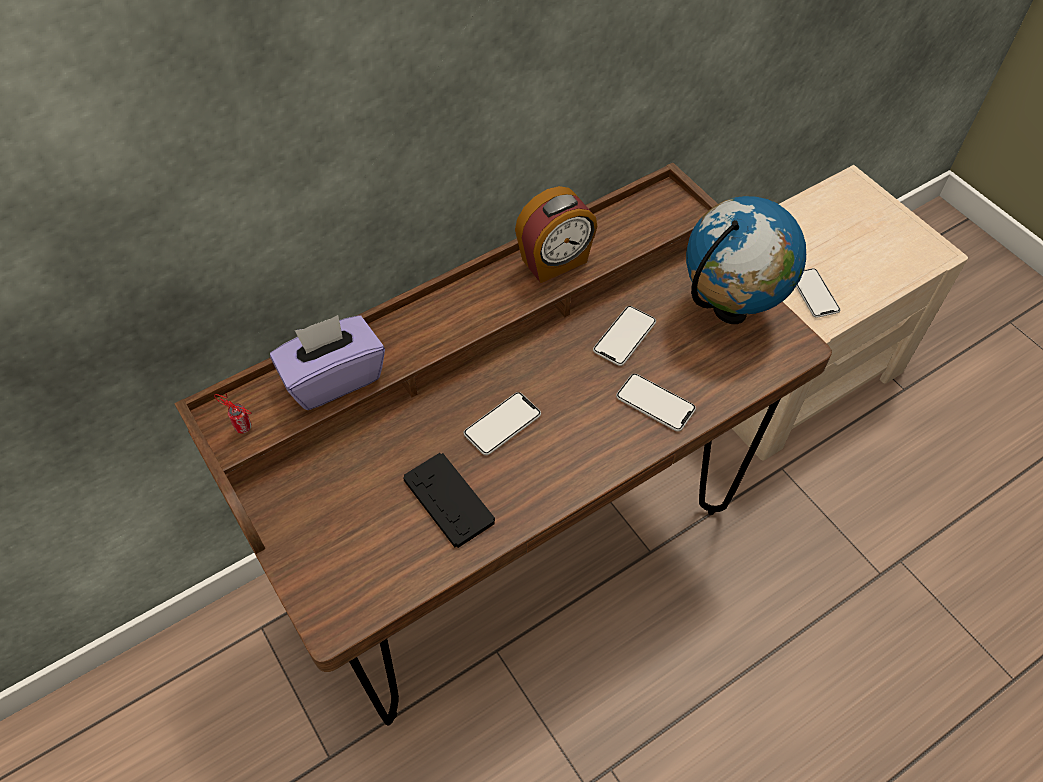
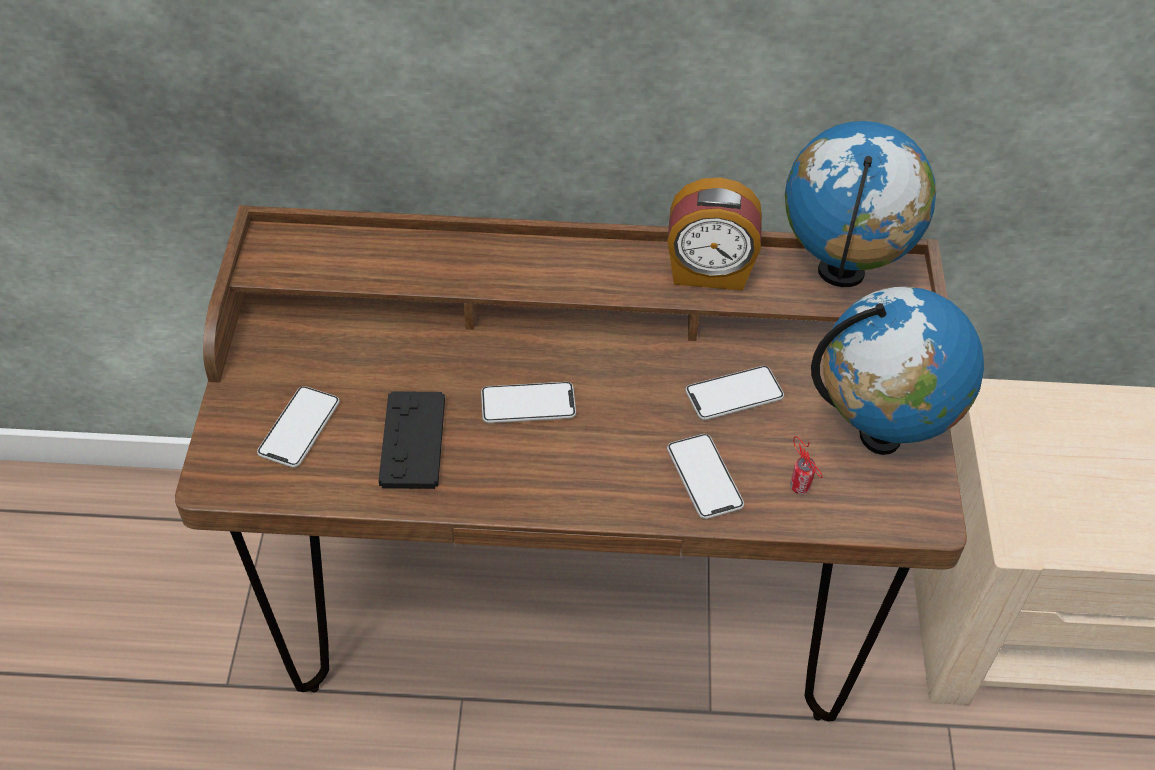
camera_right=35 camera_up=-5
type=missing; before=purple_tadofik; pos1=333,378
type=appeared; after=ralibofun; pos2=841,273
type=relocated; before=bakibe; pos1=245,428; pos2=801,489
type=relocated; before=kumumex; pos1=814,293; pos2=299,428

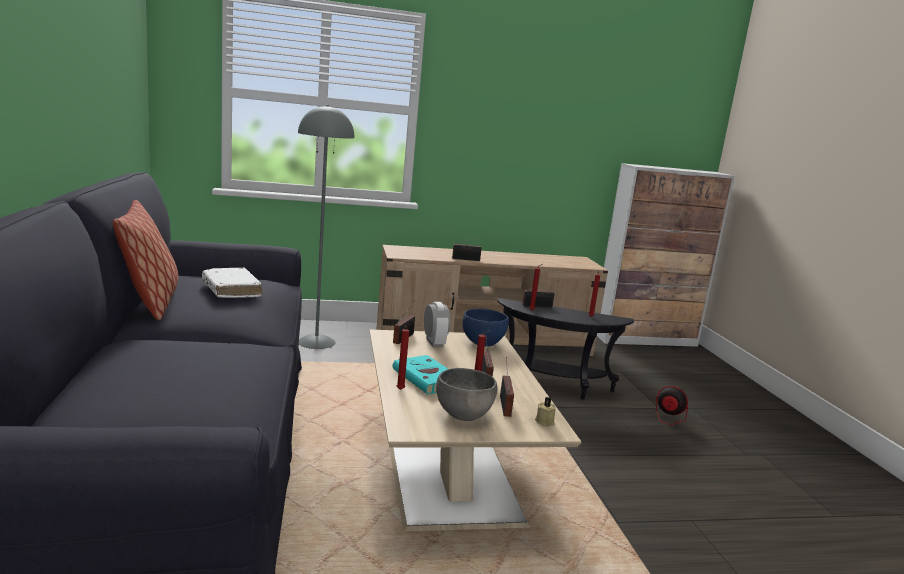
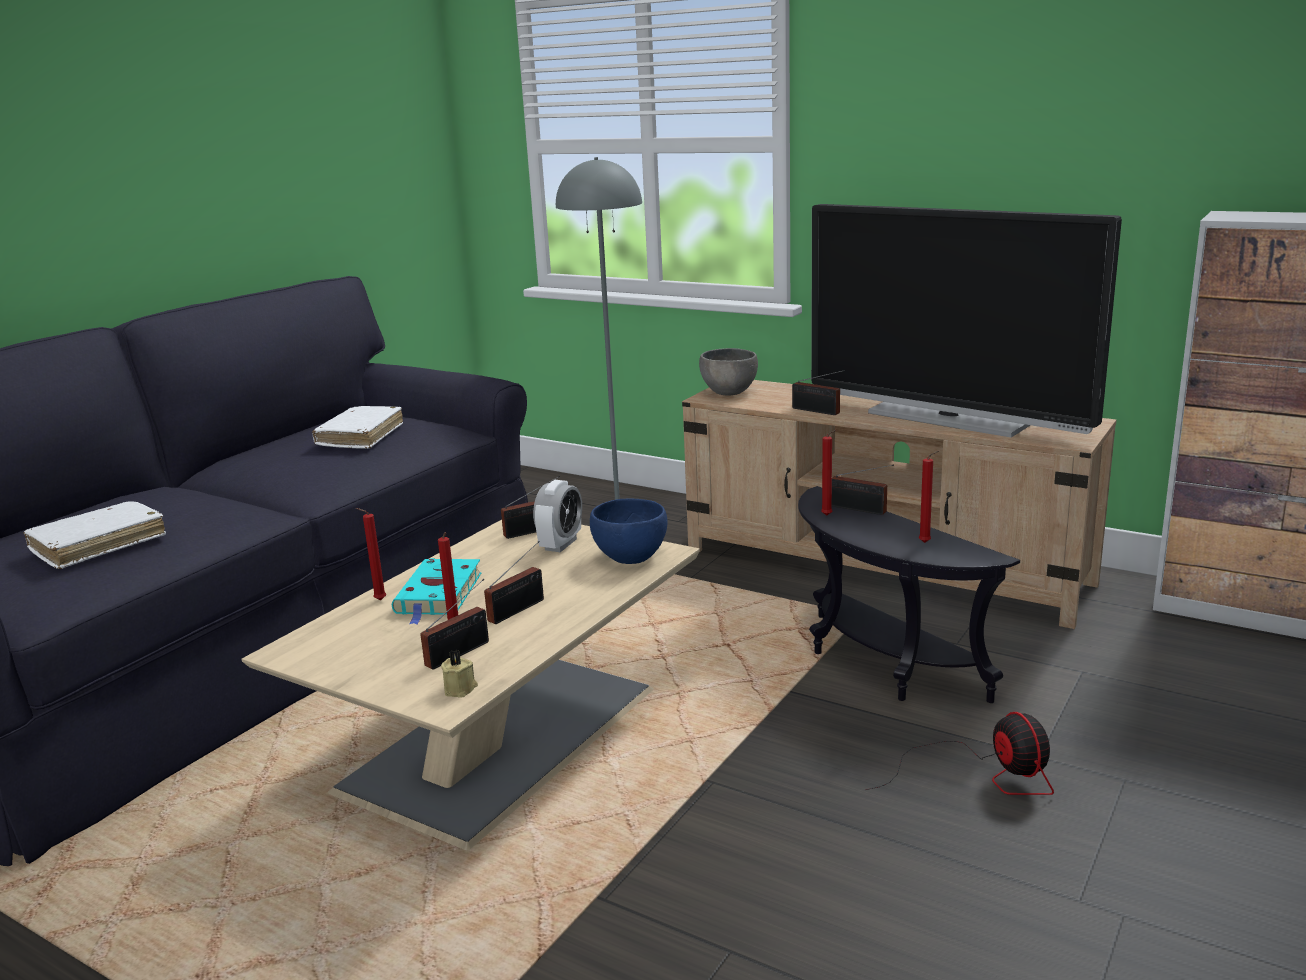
camera_right=45 camera_up=5
type=missing; before=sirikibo; pos1=150,305
type=appeared; after=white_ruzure; pos2=99,545
type=appeared; after=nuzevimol; pos2=947,418
type=relocated; before=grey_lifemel; pos1=464,415; pos2=729,392

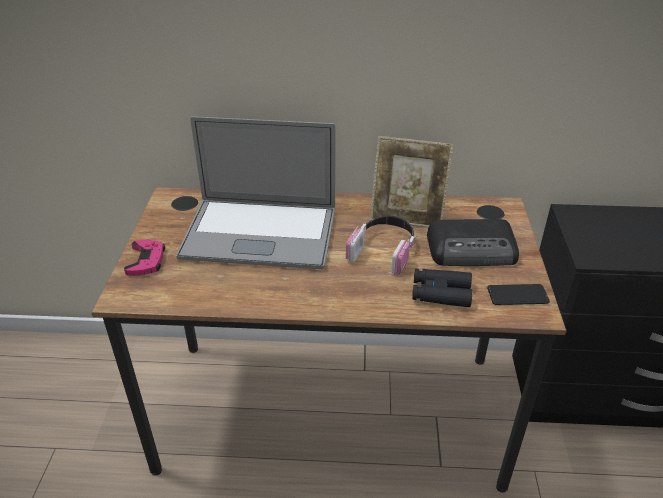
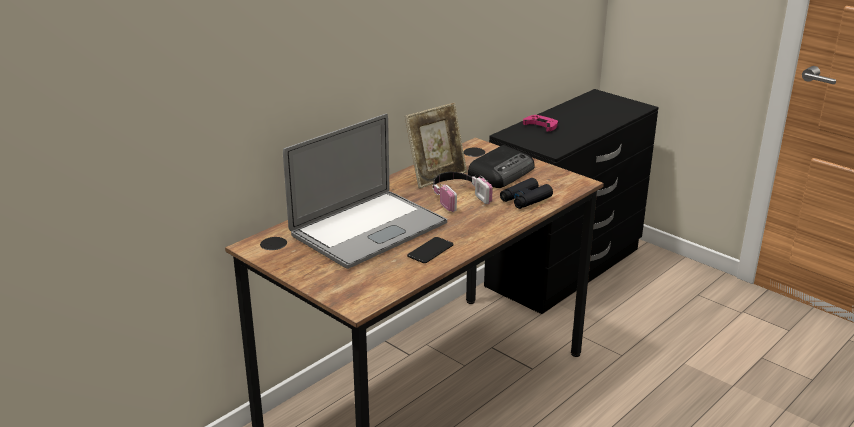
camera_right=-50 camera_up=-10
type=relocated; before=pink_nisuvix; pos1=146,261; pos2=541,125
type=relocated; before=kumumex; pos1=517,295; pos2=430,251

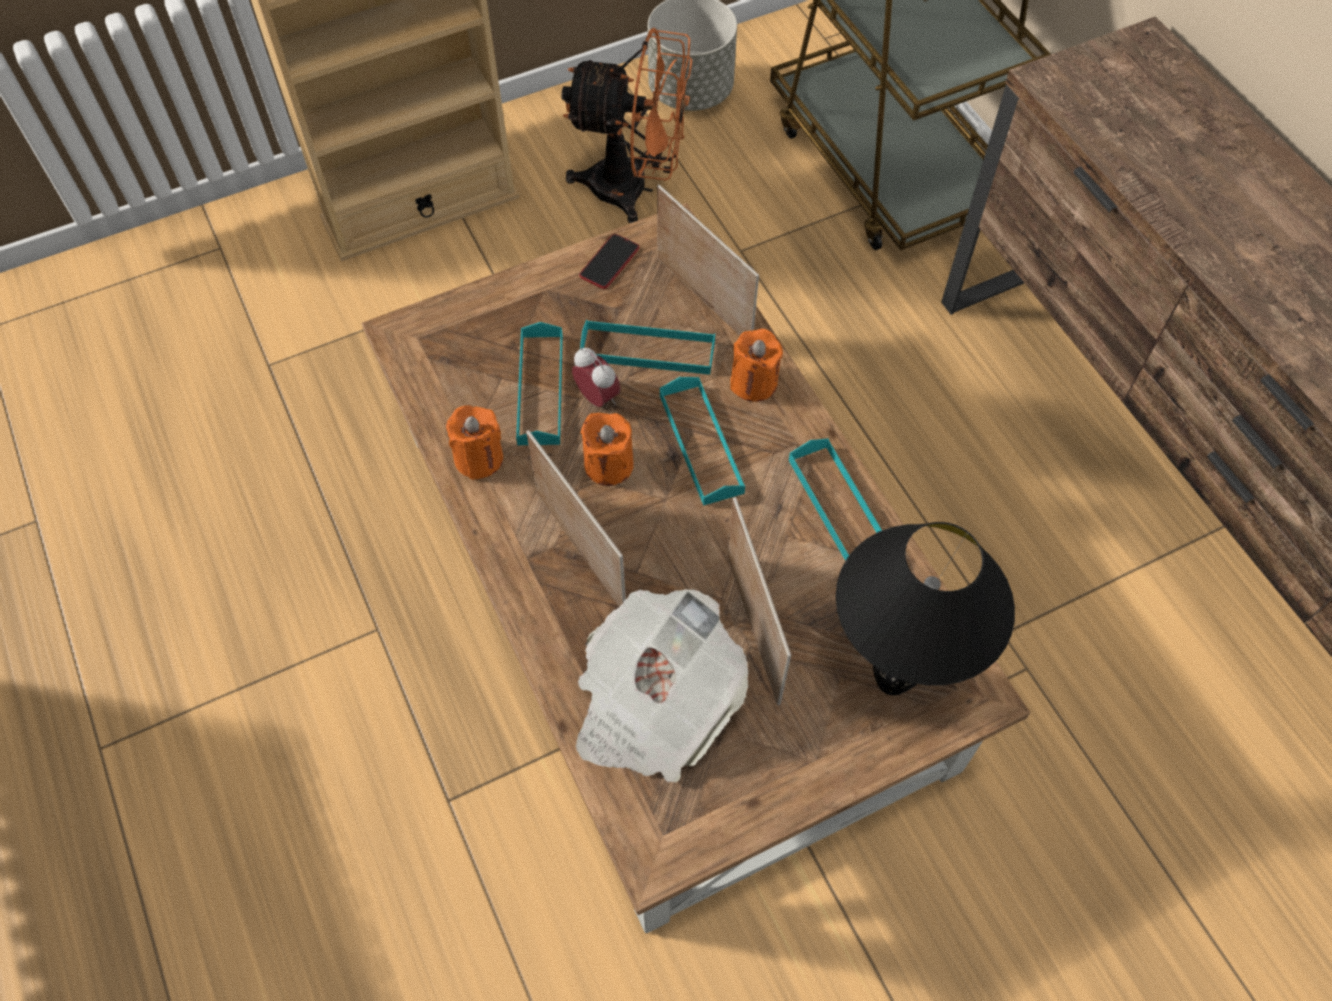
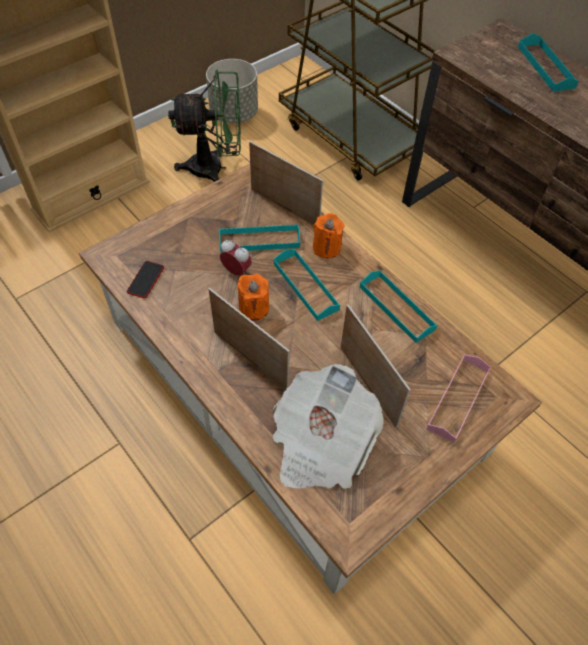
camera_right=-15 camera_up=-5
type=missing; before=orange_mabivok; pos1=479,458
type=relocated; before=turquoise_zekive; pos1=540,389; pos2=545,67
type=relocated; before=kumumex; pos1=609,262; pos2=146,280
type=exchanged; before=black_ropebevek; after=pink_zekive; pos1=892,679; pos2=458,399
type=colour; before=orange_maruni; after=green_maruni; pos1=634,189; pos2=215,168

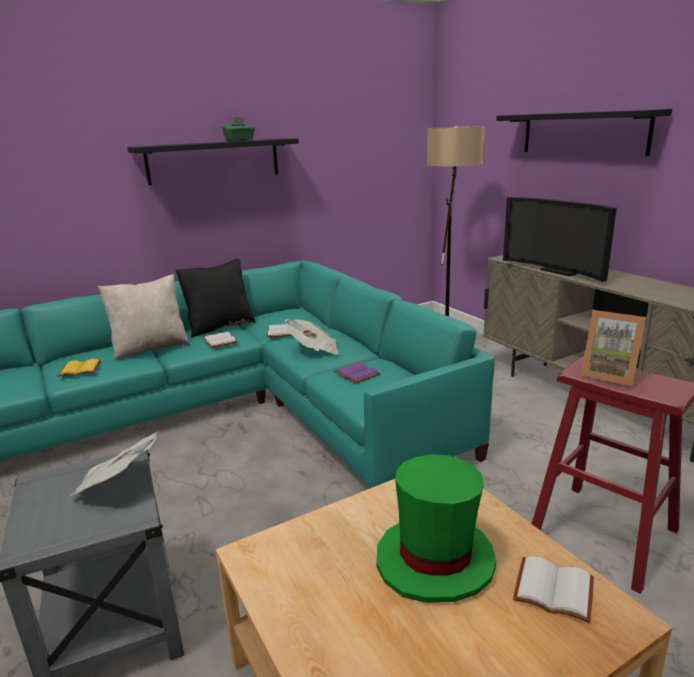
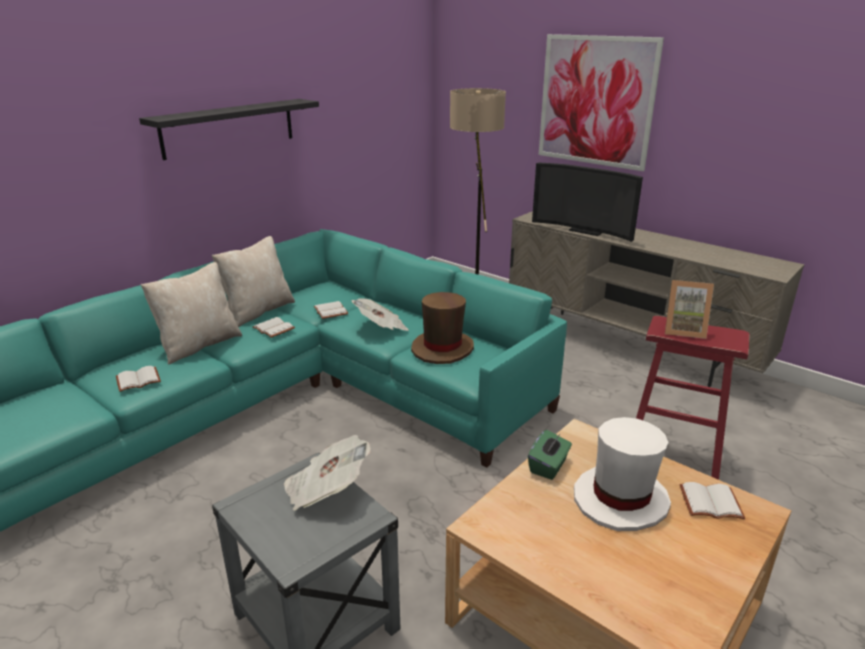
camera_right=-20 camera_up=5
type=relocated; before=green_tadofik; pos1=239,140; pos2=548,466
type=exchanged; before=purple_ruzure; after=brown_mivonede; pos1=358,374; pos2=442,348
type=exchanged; before=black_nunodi; after=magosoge; pos1=583,133; pos2=596,101
type=colour; before=yellow_ruzure; after=white_ruzure; pos1=81,369; pos2=139,379
type=colour; before=black_sirikibo; after=beige_sirikibo; pos1=220,326; pos2=258,311
type=colour; before=green_mivonede; after=white_mivonede; pos1=435,560; pos2=621,499

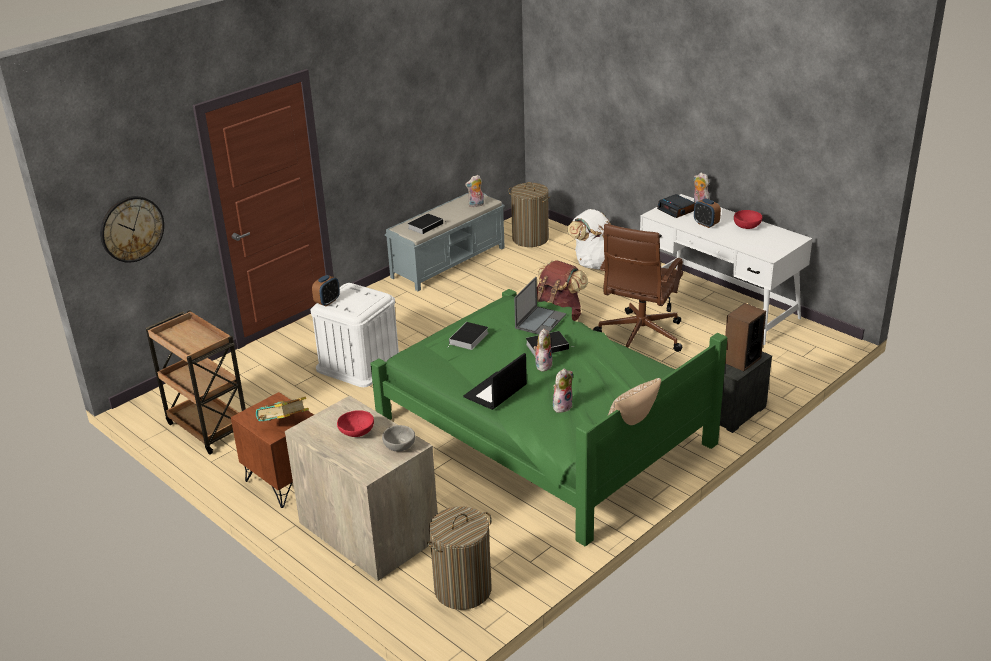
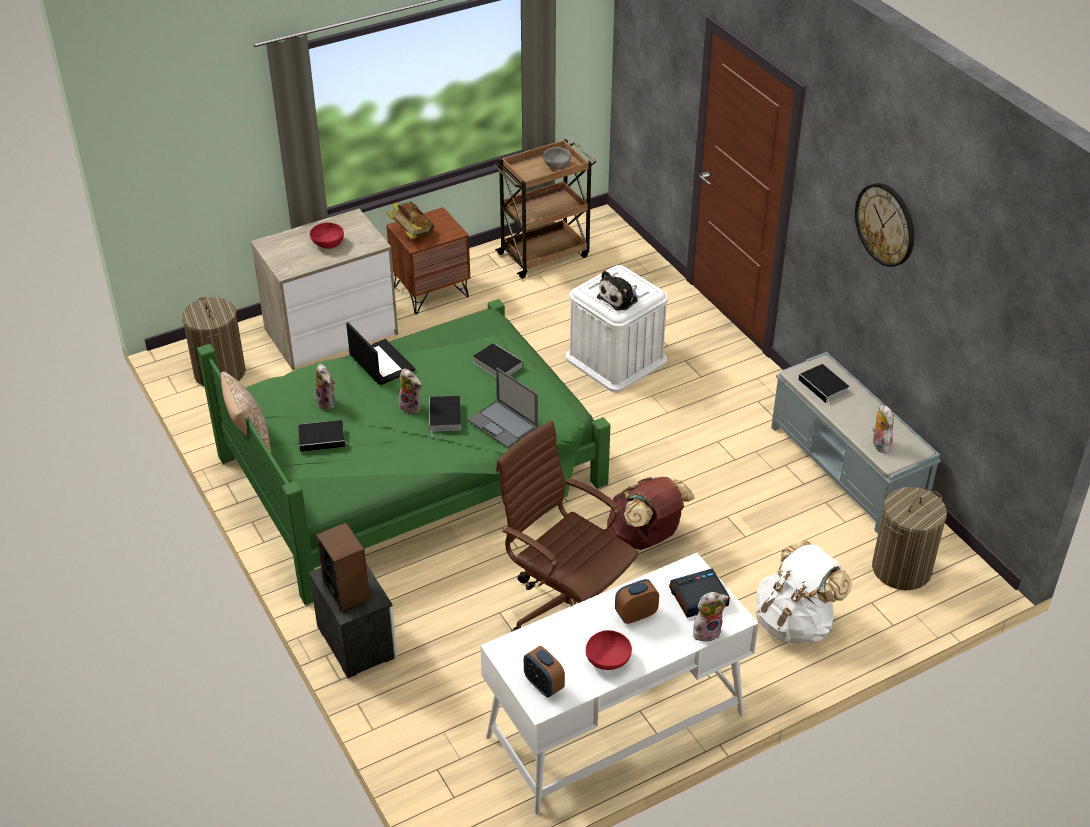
camera_right=105 camera_up=10
type=appeared; after=ruzure; pos2=323,438
type=appeared; after=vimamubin; pos2=619,298
type=relocated; before=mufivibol; pos1=131,229; pos2=885,224
type=relocated; before=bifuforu; pos1=327,302; pos2=543,685
type=relocated; before=grey_lifemel; pos1=399,446; pos2=557,165

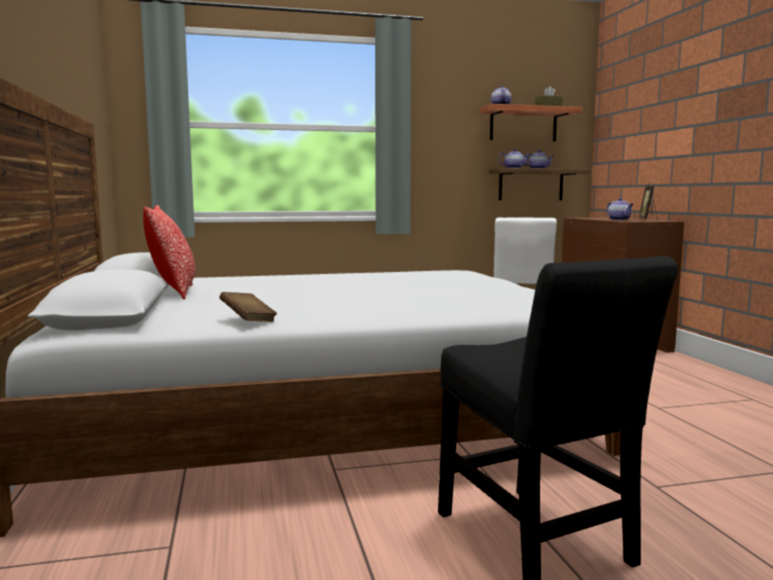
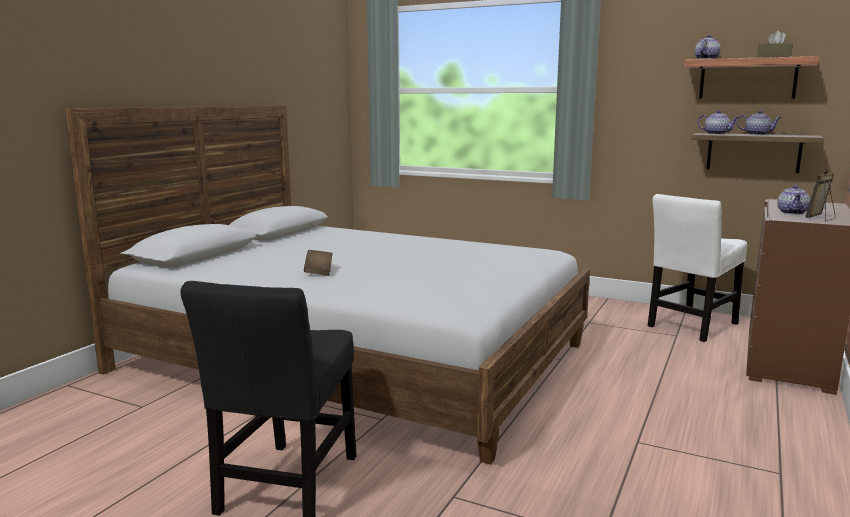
camera_right=40 camera_up=5
type=missing; before=sirikibo; pos1=173,292
type=relocated; before=brown_ruzure; pos1=248,320; pos2=319,272

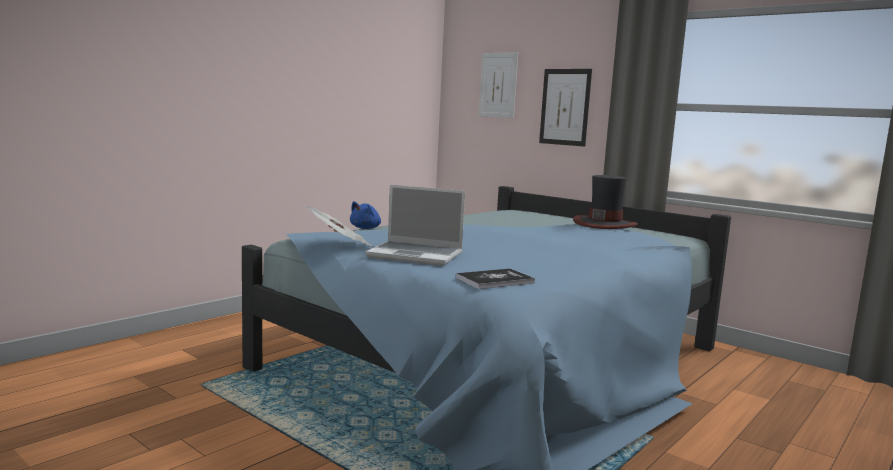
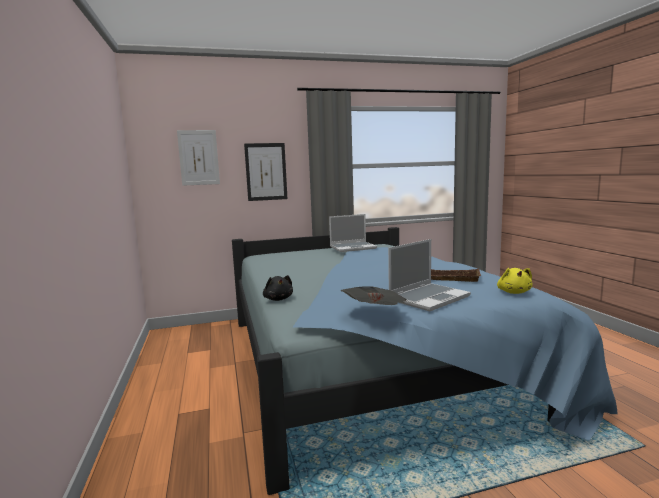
camera_right=-55 camera_up=0
type=appeared; after=brown_zekive; pos2=452,279
type=exchanged; before=ruzure; after=yellow_vimamubin; pos1=494,280; pos2=514,292
type=exchanged; before=mivonede; after=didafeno; pos1=604,224; pos2=353,248
type=colour; before=blue_vimamubin; after=black_vimamubin; pos1=366,228; pos2=278,299

